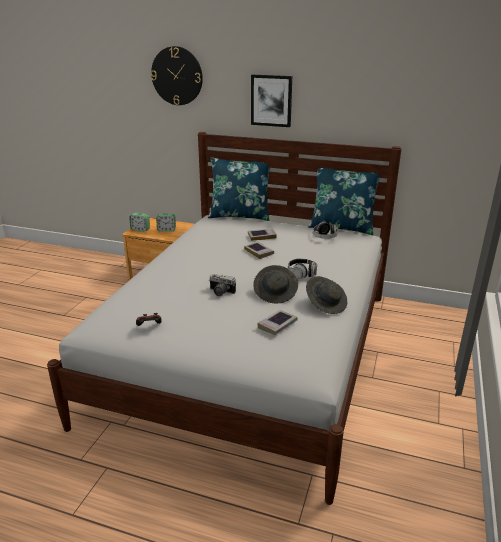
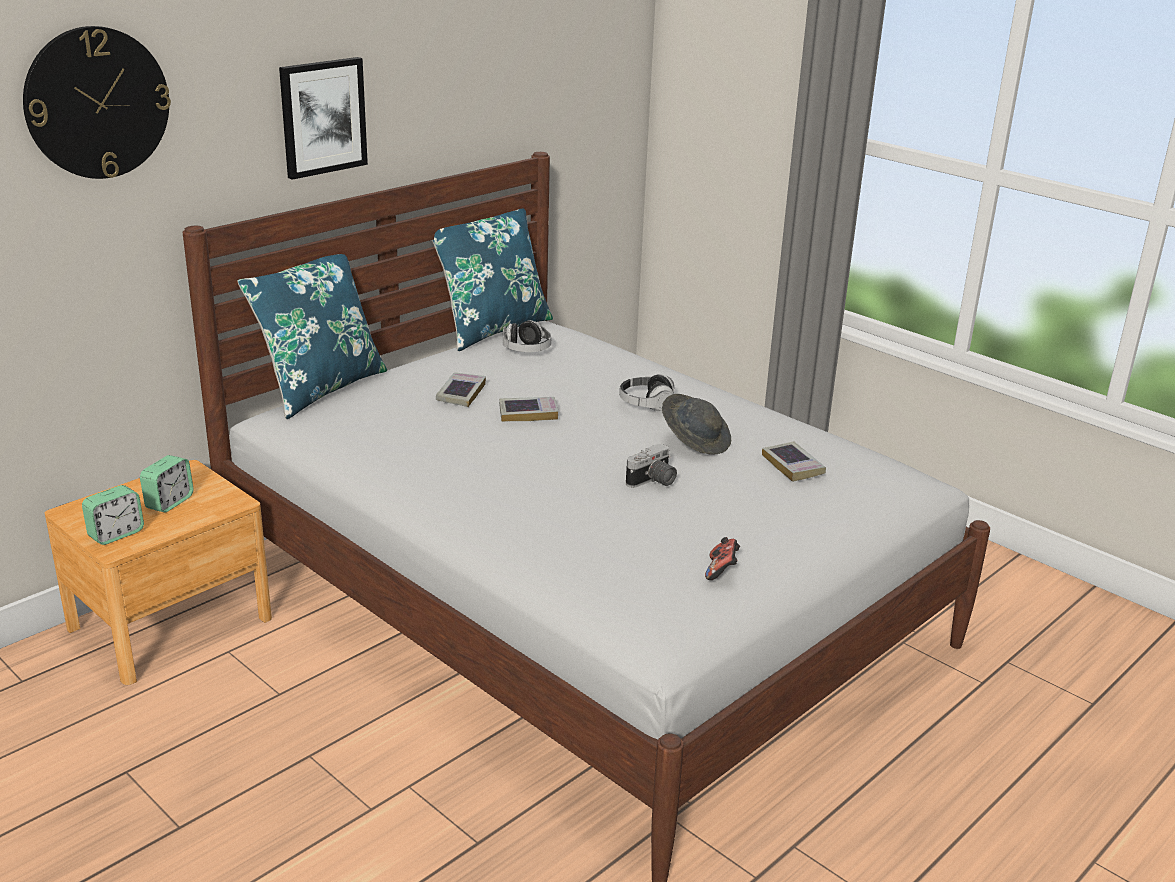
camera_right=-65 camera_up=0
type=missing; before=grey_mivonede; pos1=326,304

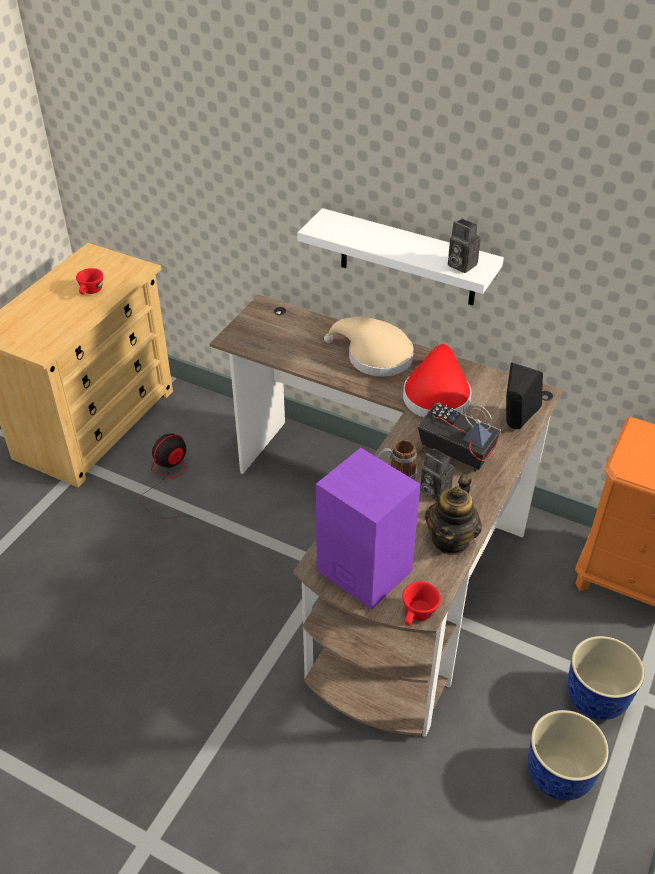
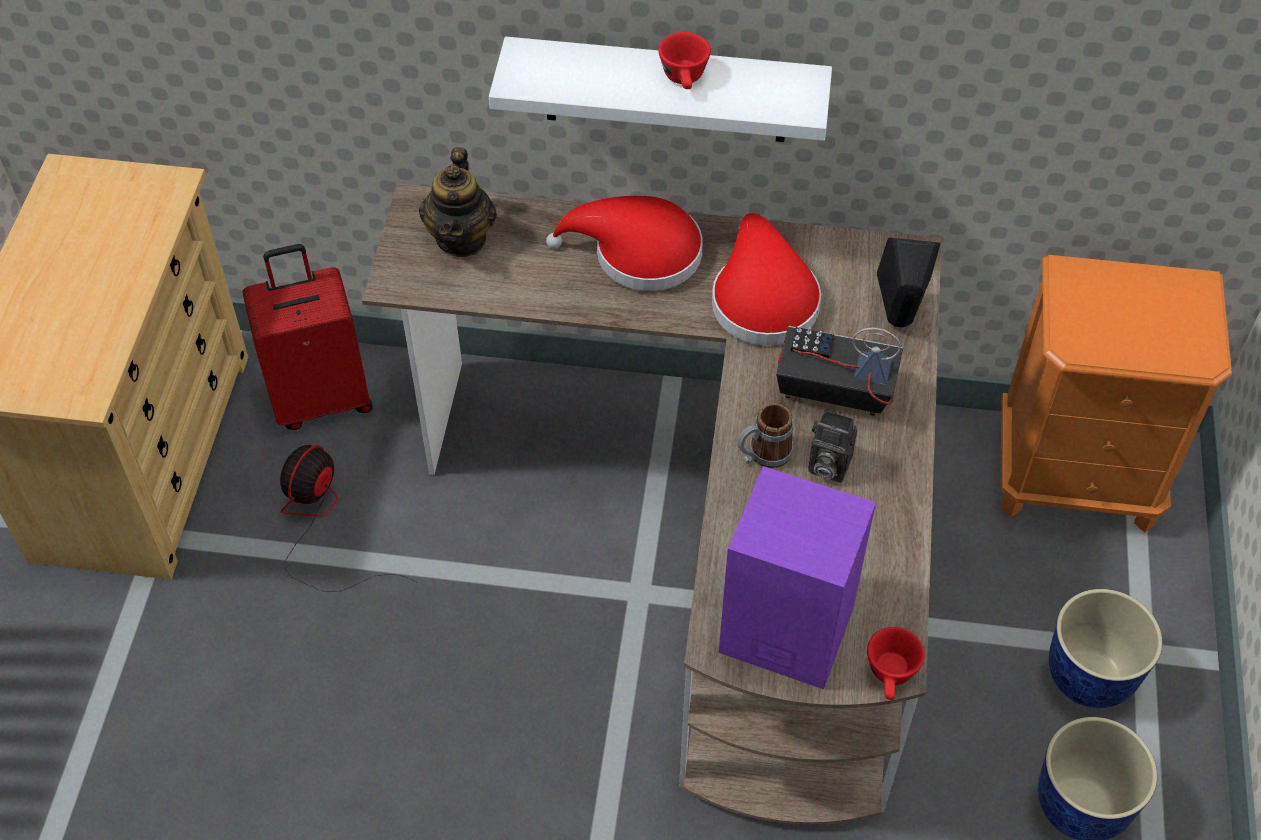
camera_right=-20 camera_up=10
type=missing; before=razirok; pos1=460,265
type=appeared; after=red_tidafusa; pos2=321,397
type=relocated; before=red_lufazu; pos1=91,292; pos2=685,79
type=relocated; before=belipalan; pos1=451,540; pos2=462,238
type=colour; before=beige_mivonede; after=red_mivonede; pos1=374,356; pos2=638,254

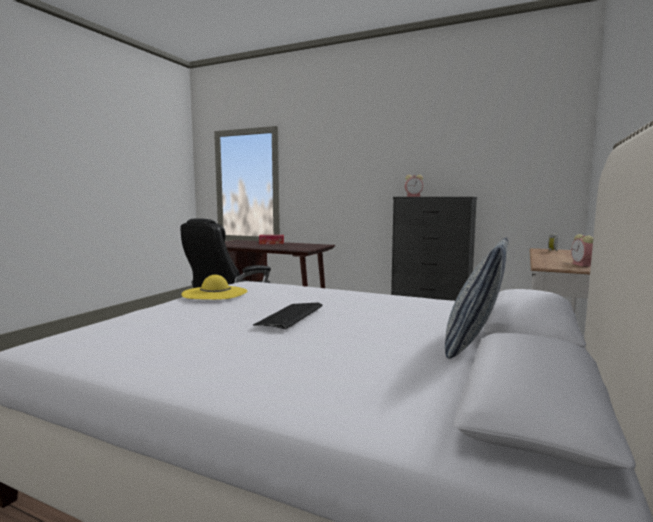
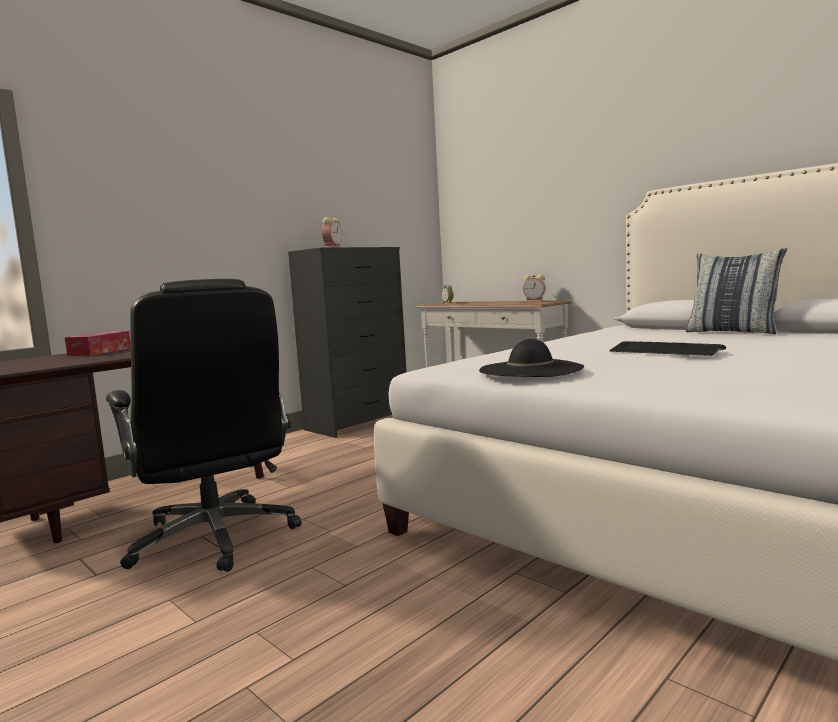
camera_right=-70 camera_up=0
type=colour; before=yellow_mivonede; after=black_mivonede; pos1=214,293; pos2=530,369

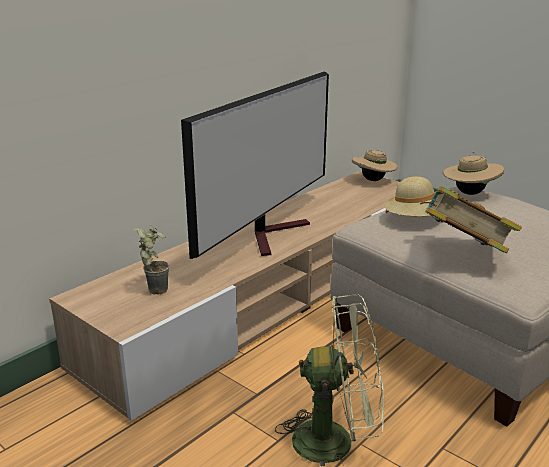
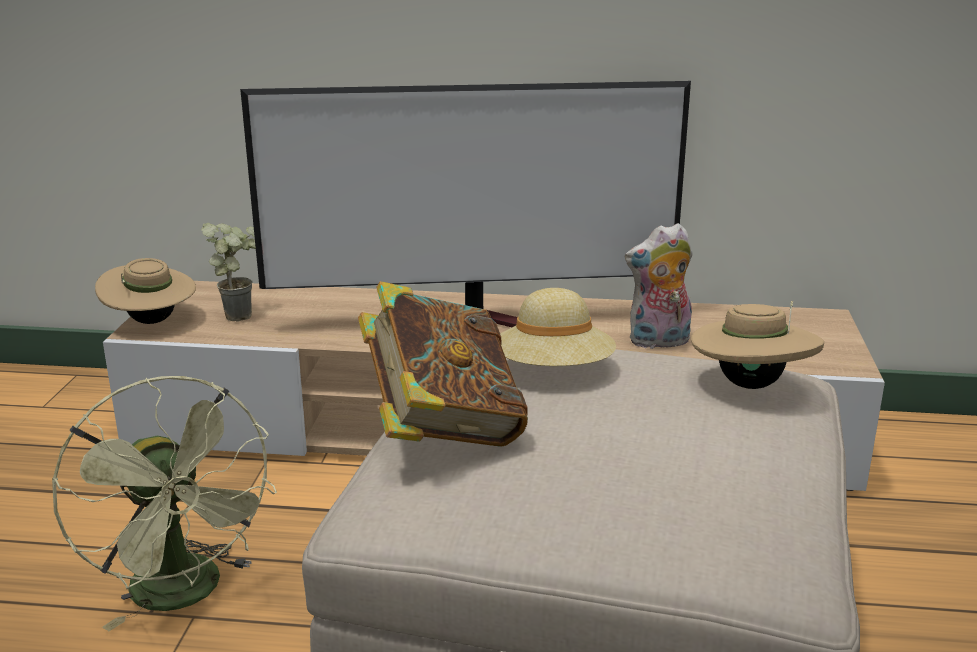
camera_right=55 camera_up=0
type=appeared; after=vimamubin; pos2=658,342
type=relocated; before=beige_mivonede; pos1=373,180; pos2=151,322

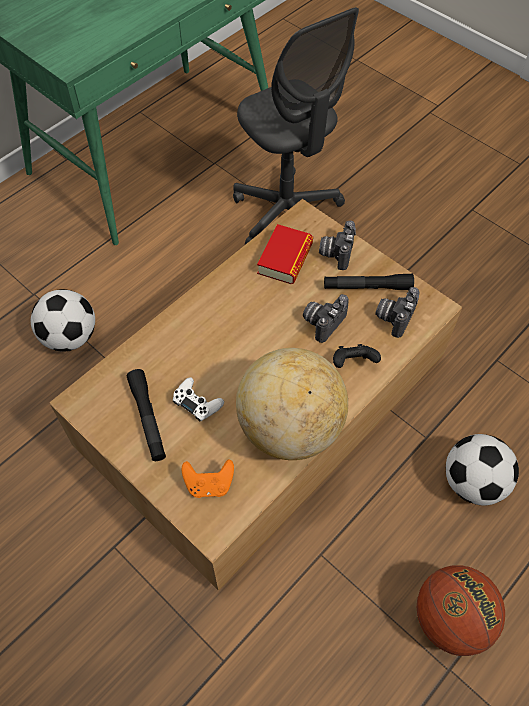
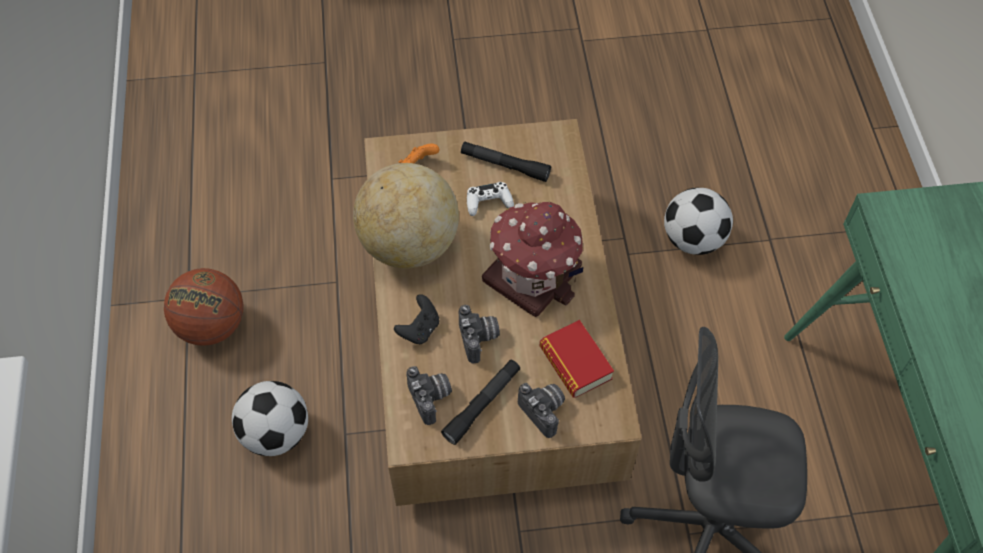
camera_right=130 camera_up=0
type=appeared; after=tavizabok; pos2=533,273

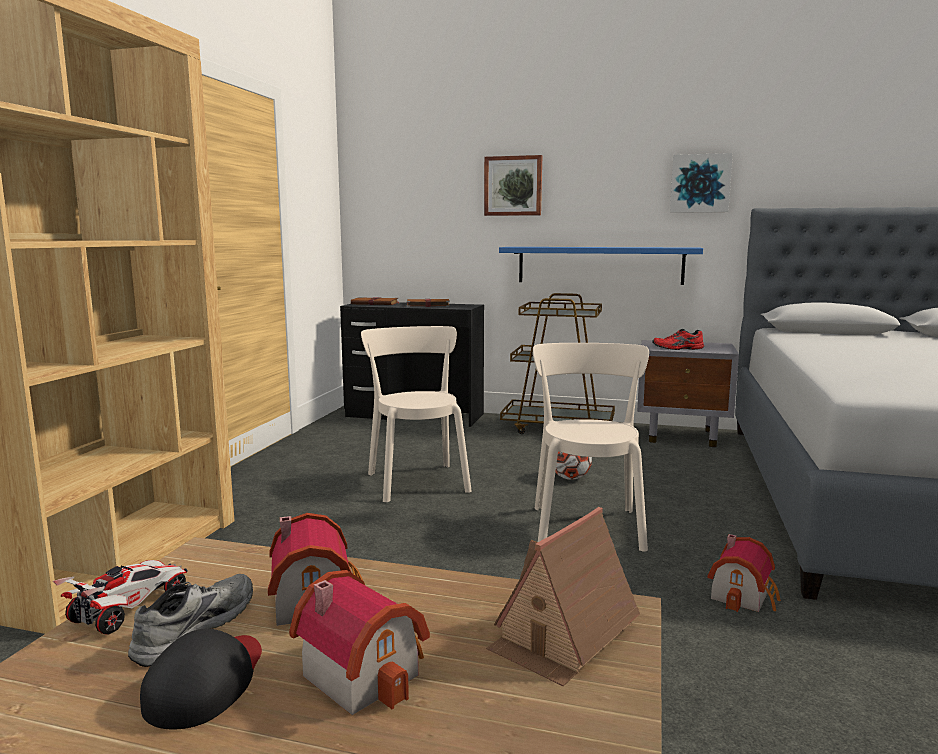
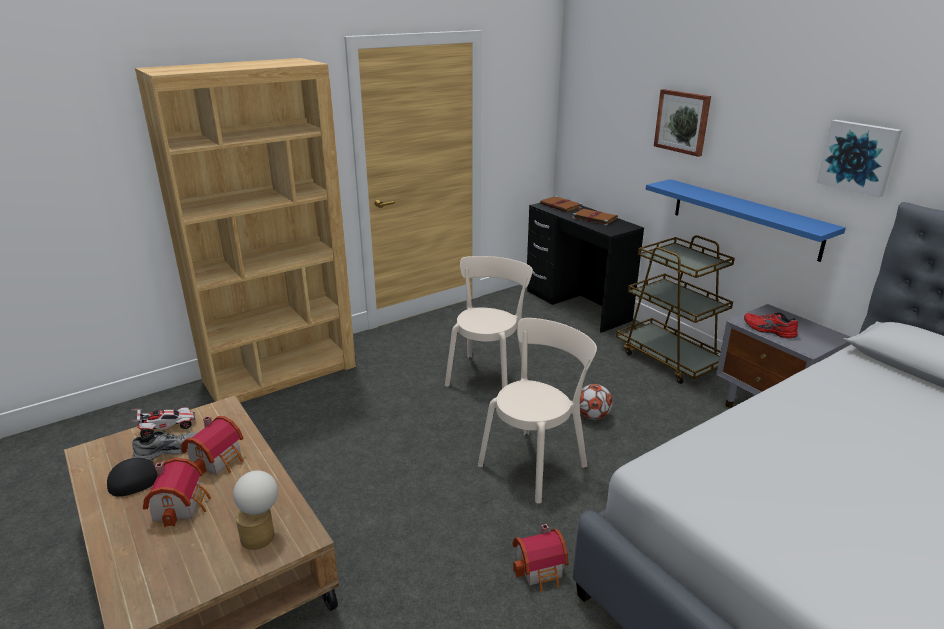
camera_right=40 camera_up=15
type=exchanged; before=tavizabok; after=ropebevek; pos1=563,635; pos2=262,534

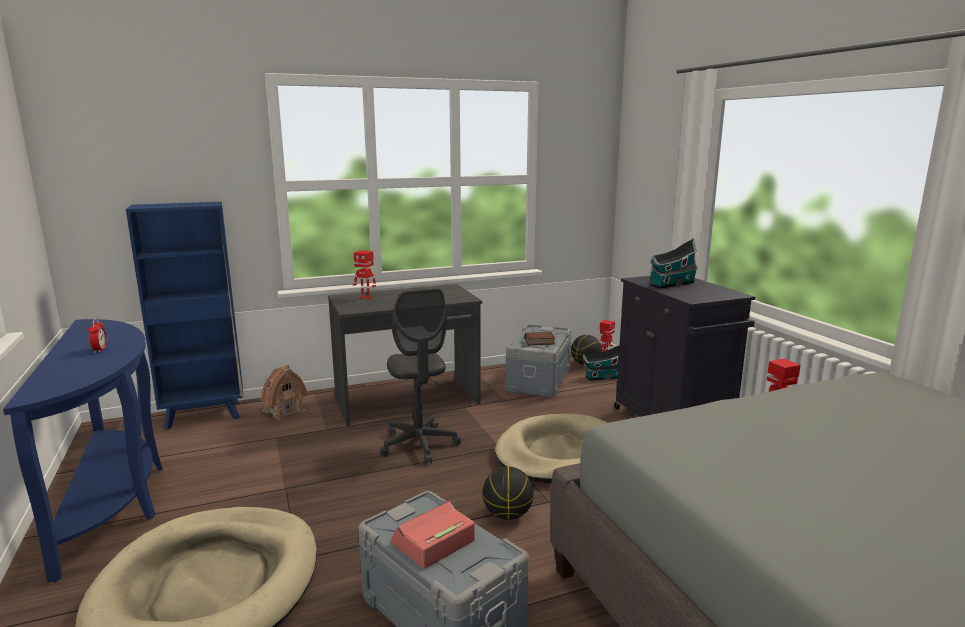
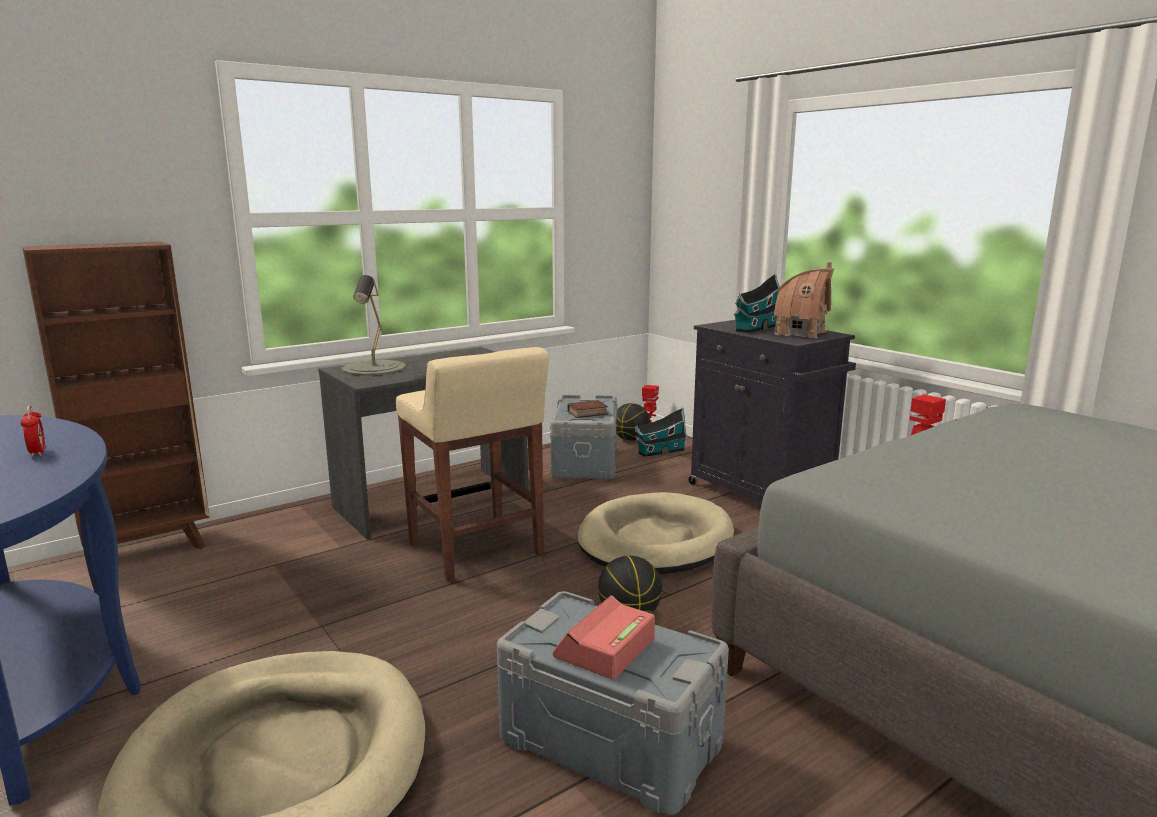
camera_right=-15 camera_up=0
type=relocated; before=tavizabok; pos1=284,410; pos2=801,333
type=exchanged; before=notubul; after=grey_ropebevek; pos1=365,298; pos2=374,368
type=exchanged; before=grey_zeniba; after=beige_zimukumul; pos1=419,445; pos2=476,550
type=colour; before=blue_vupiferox; after=brown_vupiferox; pos1=205,415; pos2=150,549

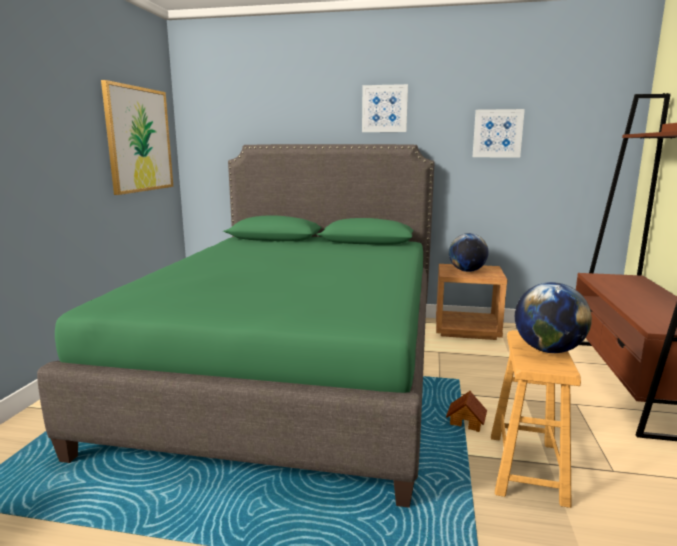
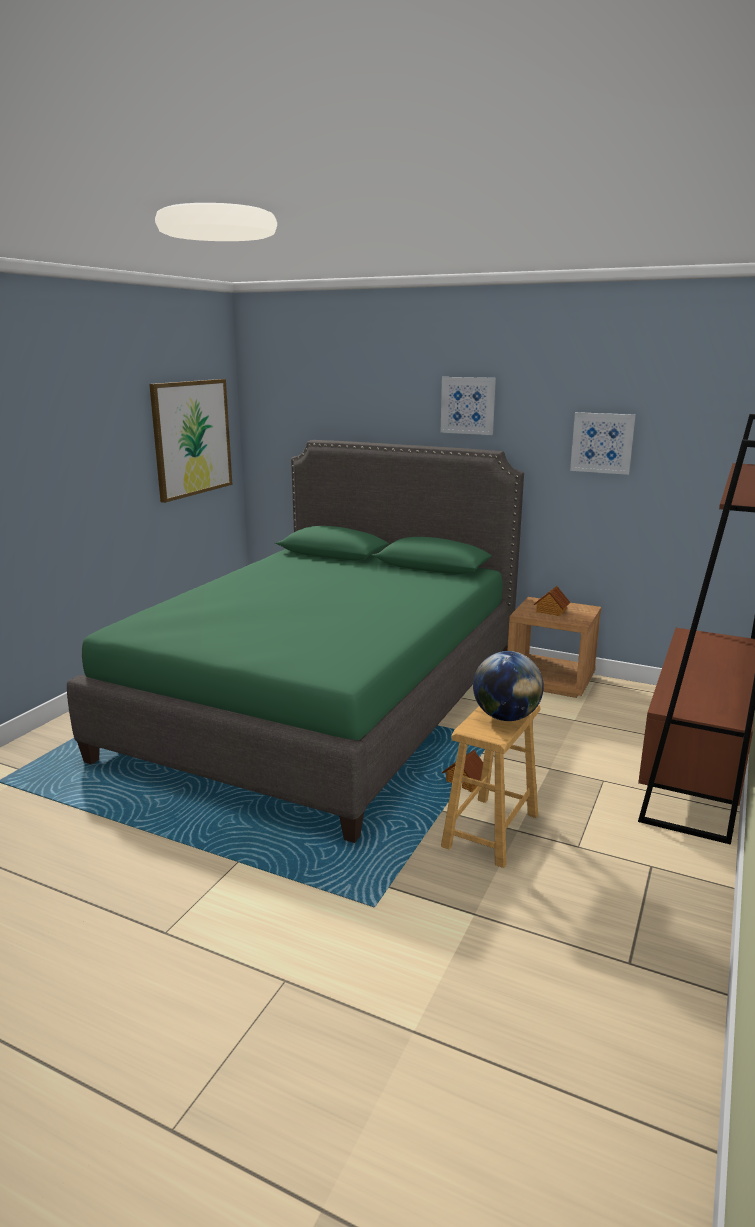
camera_right=15 camera_up=5
type=exchanged; before=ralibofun; after=tavizabok; pos1=467,271; pos2=551,611

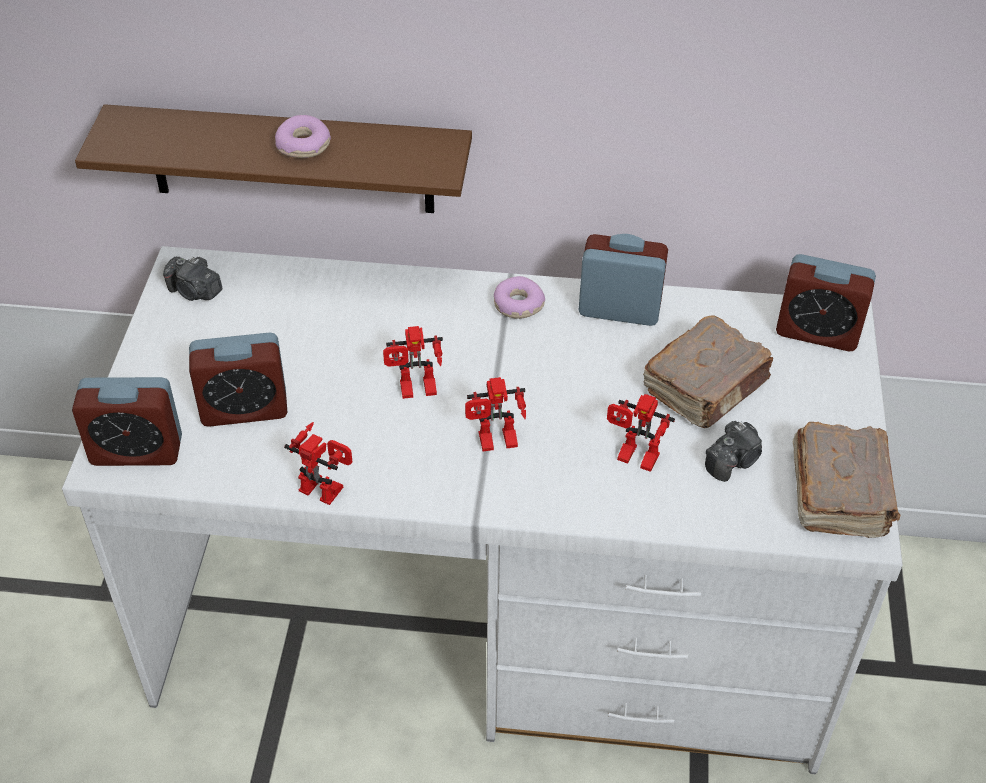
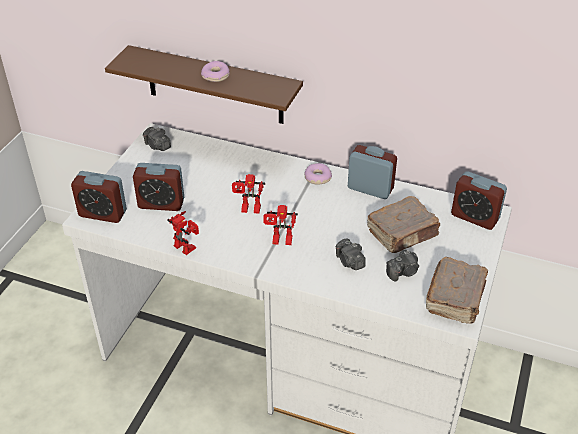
camera_right=15 camera_up=-5
type=exchanged; before=notubul; after=razirok; pos1=633,459; pos2=349,262

